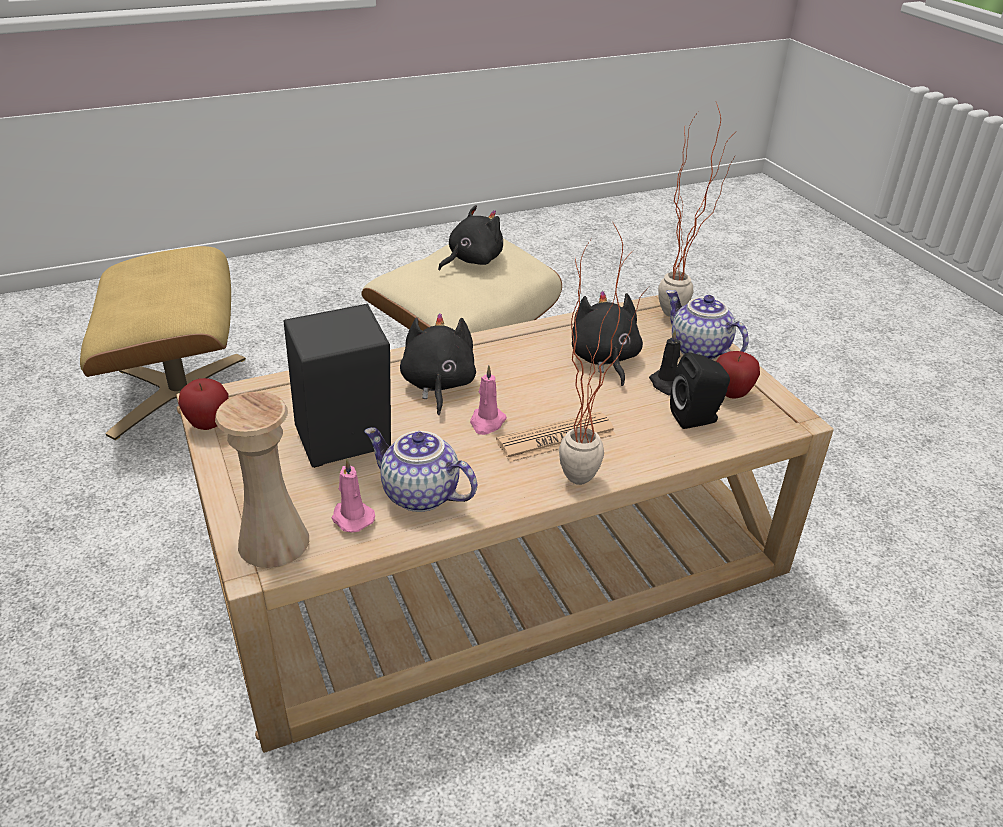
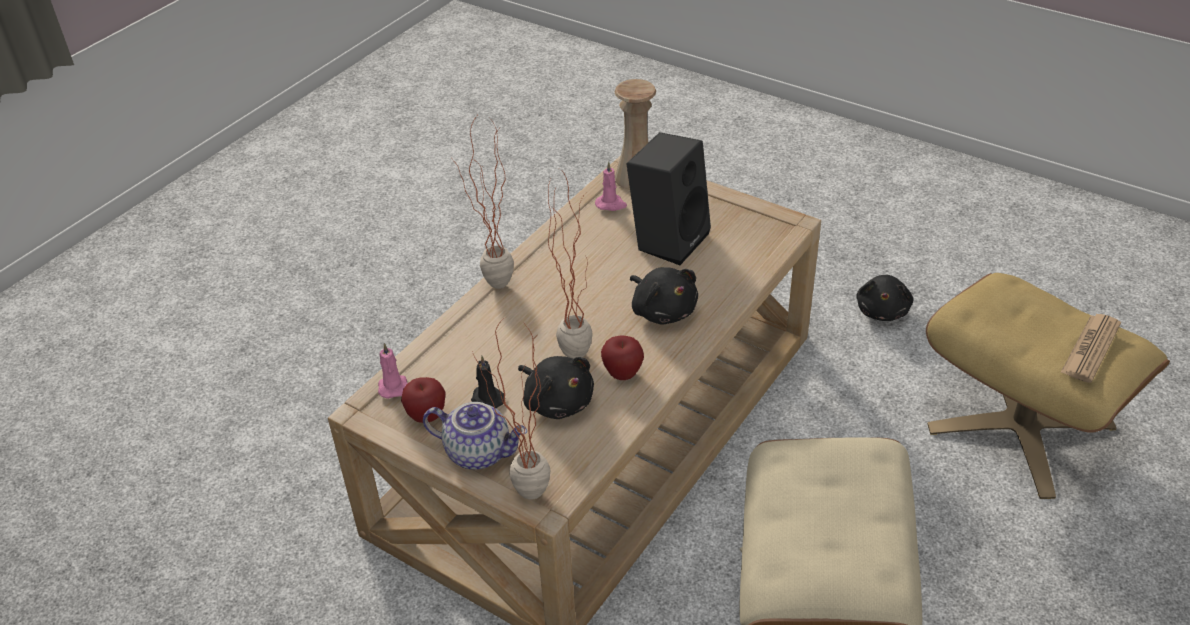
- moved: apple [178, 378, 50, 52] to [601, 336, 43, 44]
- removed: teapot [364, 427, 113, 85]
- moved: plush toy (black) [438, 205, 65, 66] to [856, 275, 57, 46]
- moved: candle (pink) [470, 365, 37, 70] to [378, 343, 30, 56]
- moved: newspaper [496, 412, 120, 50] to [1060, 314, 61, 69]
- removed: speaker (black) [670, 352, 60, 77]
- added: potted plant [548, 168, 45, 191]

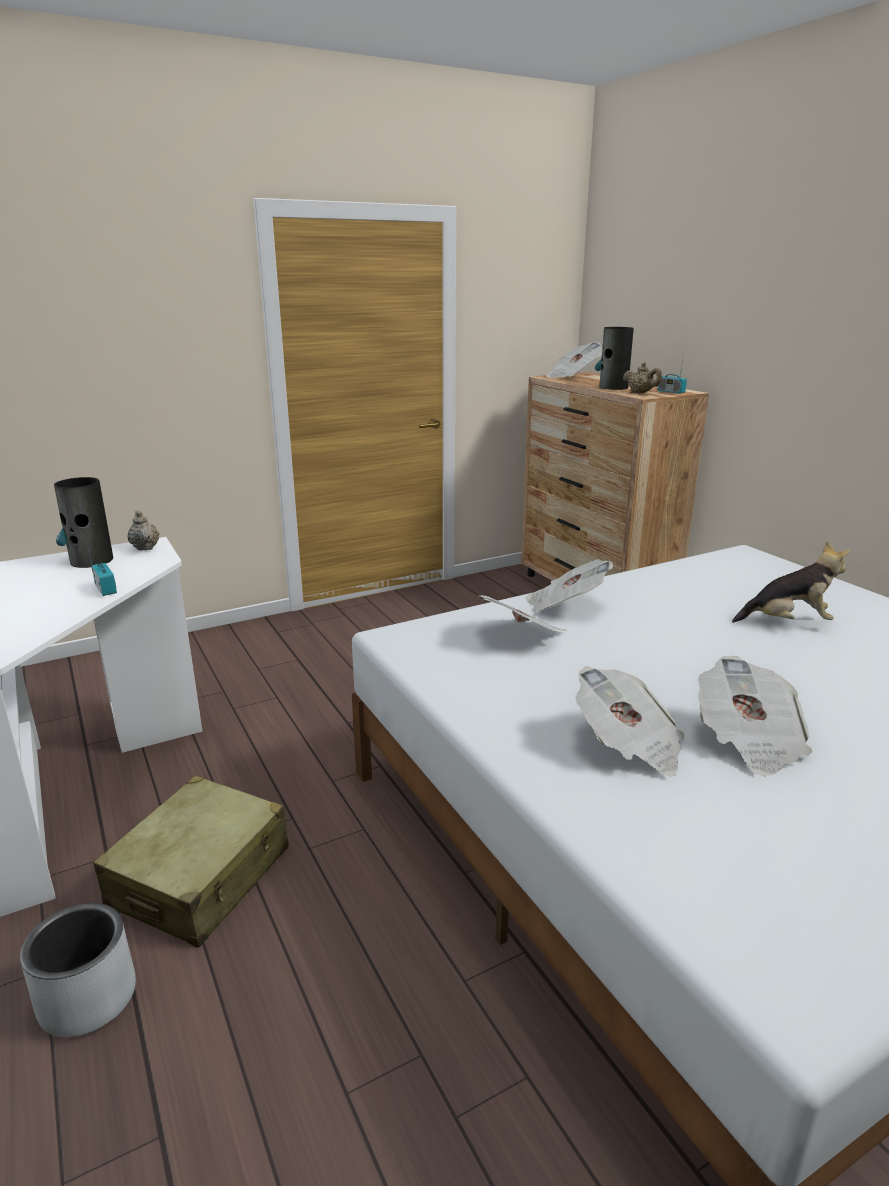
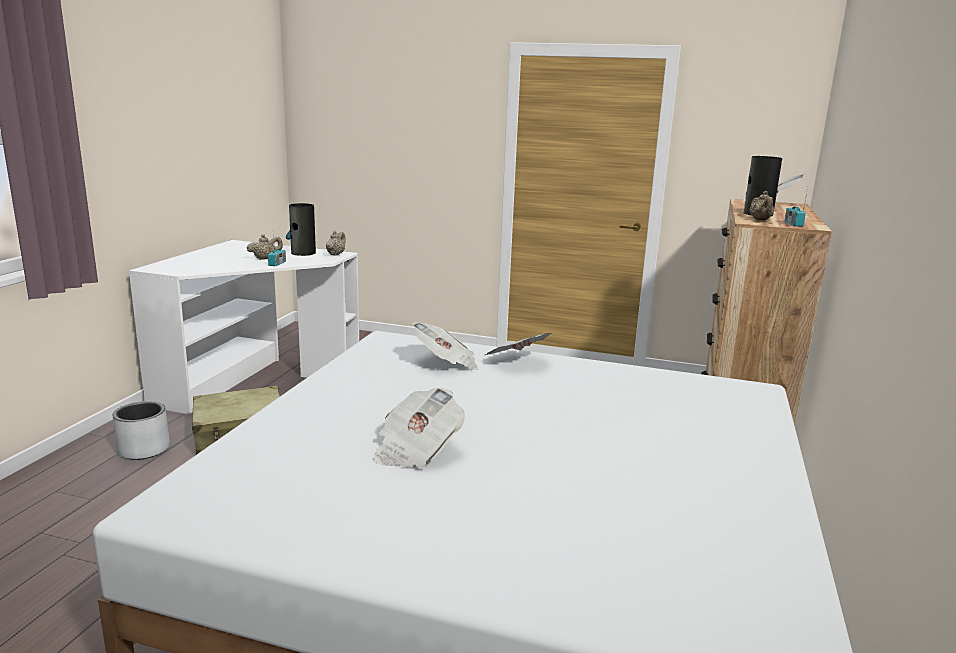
- removed: newspaper [575, 667, 110, 109]
- removed: plush toy [732, 541, 118, 82]
- added: teapot (beige) [247, 234, 36, 26]

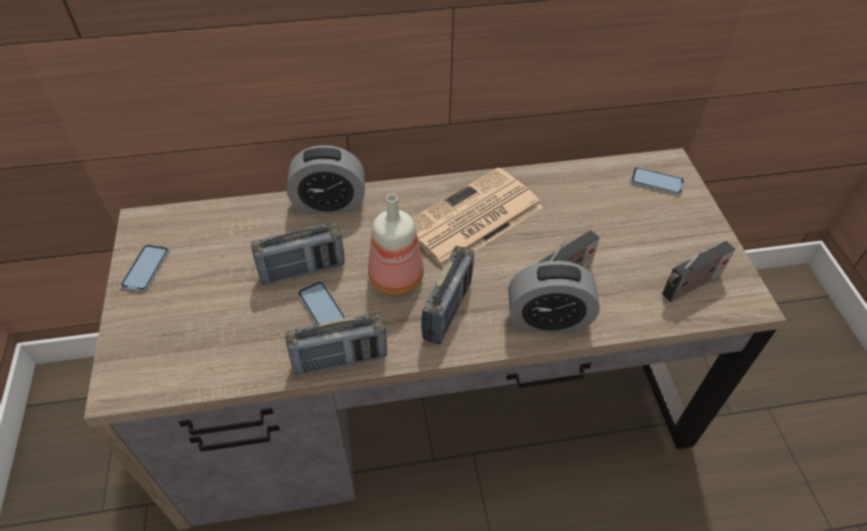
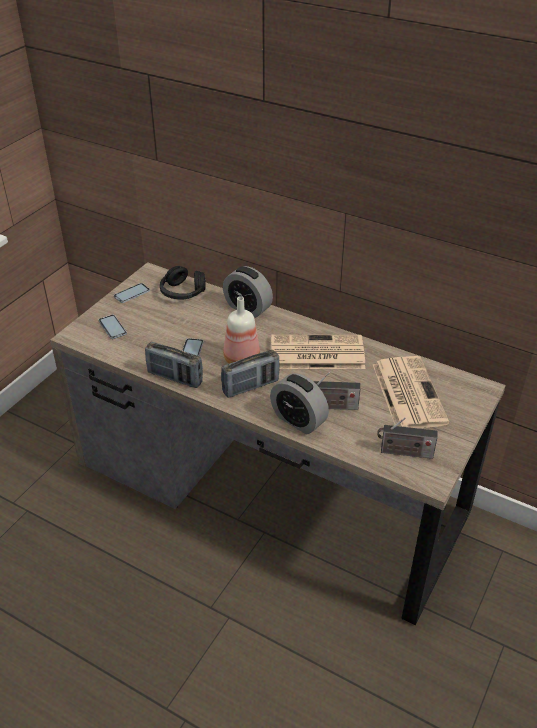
- removed: radio [251, 222, 94, 63]
- moved: phone [630, 167, 54, 28] to [99, 315, 28, 24]
- added: headphones (black) [160, 266, 46, 34]
- added: newspaper [373, 356, 76, 73]

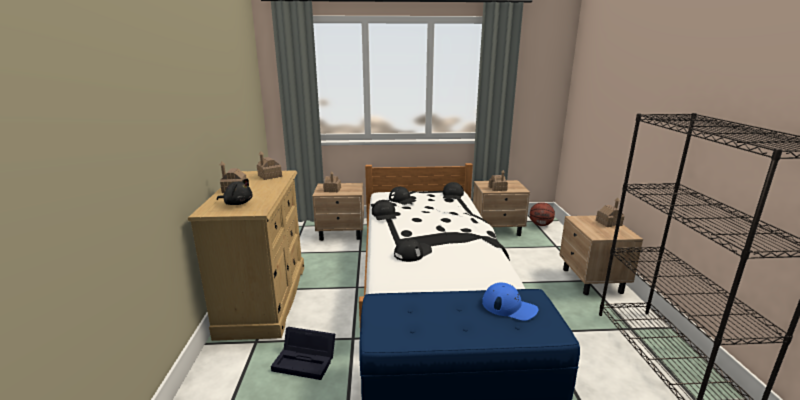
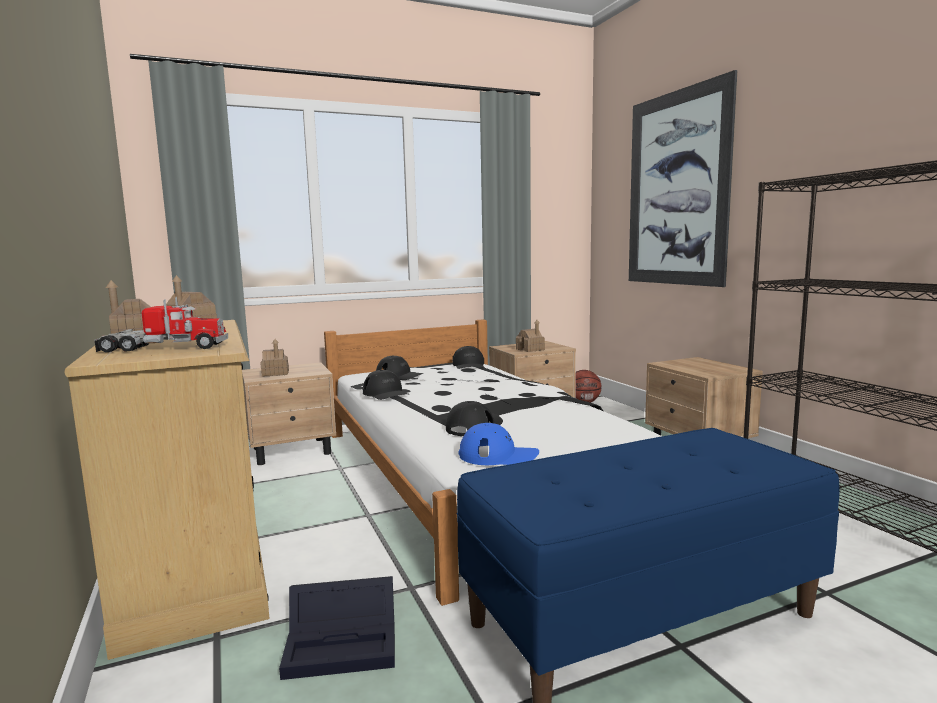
- replaced: plush toy (black) [217, 179, 36, 26] to toy truck [94, 297, 134, 55]
- moved: cap (blue) [482, 282, 56, 39] to [459, 423, 80, 42]
- removed: toy house [596, 198, 28, 29]
- added: picture [629, 70, 108, 217]

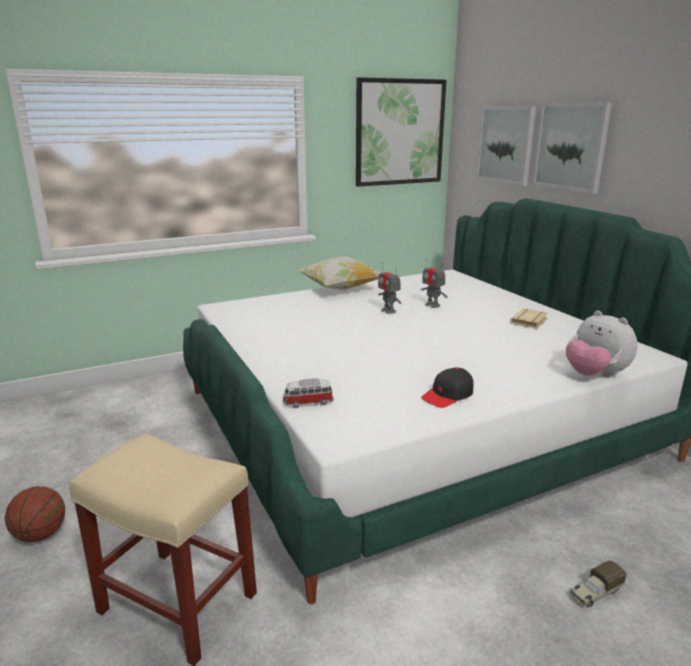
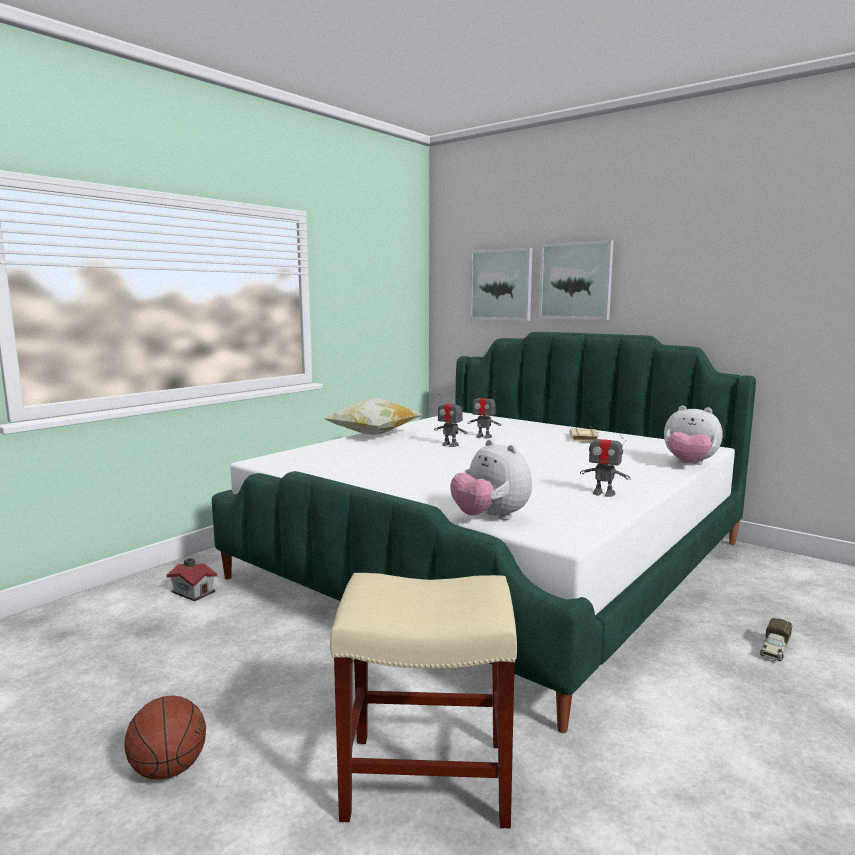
- replaced: toy car [283, 378, 51, 30] to plush toy [450, 439, 82, 81]
- removed: picture [356, 77, 90, 110]
- replaced: cap (black) [421, 368, 53, 40] to toy robot [580, 426, 51, 71]
- added: toy house [167, 558, 51, 43]

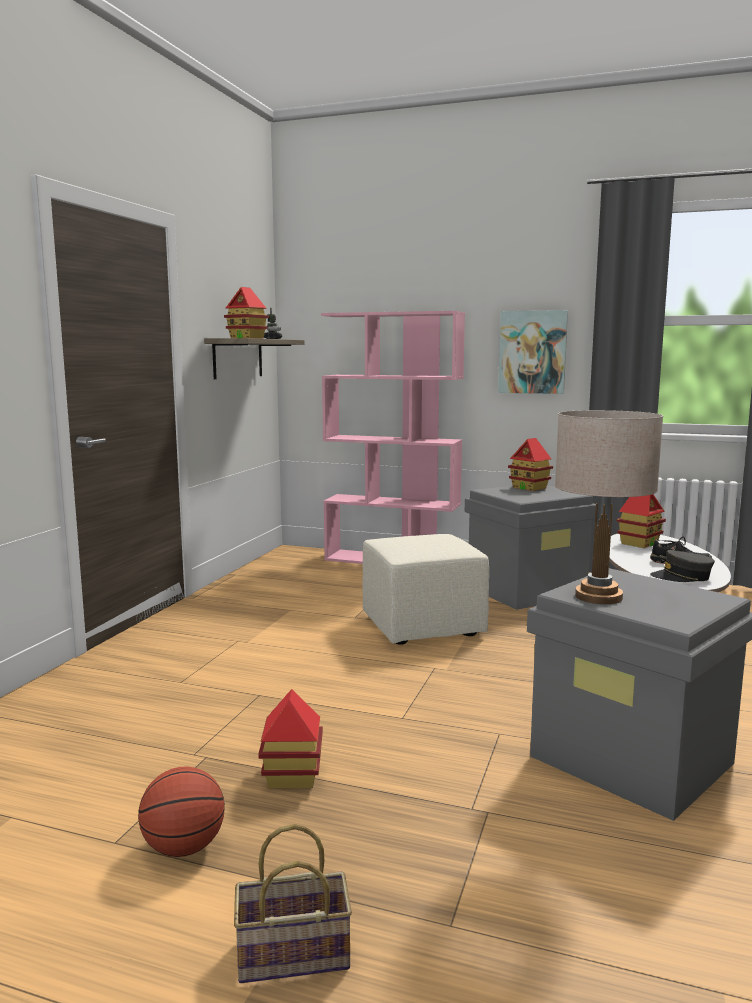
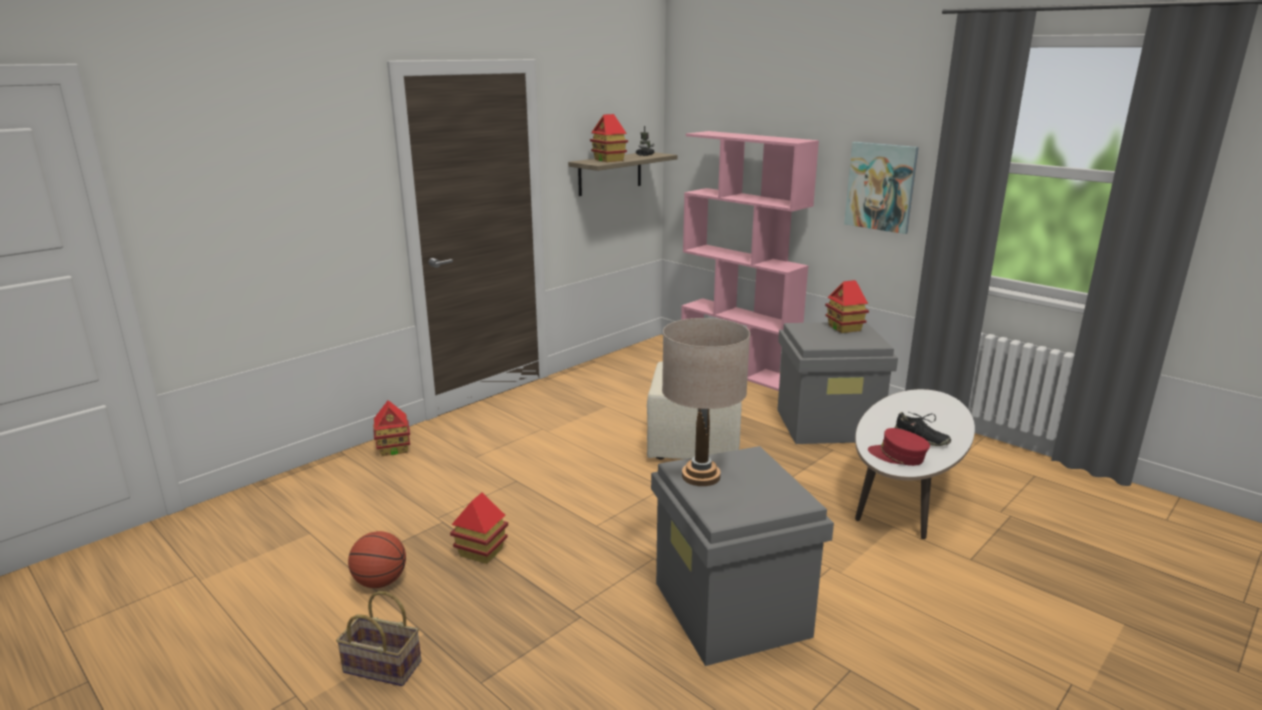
- moved: toy house [616, 494, 50, 54] to [373, 400, 37, 56]
- recoloured: cap (grey) [650, 550, 65, 32] to cap (red) [868, 428, 62, 38]

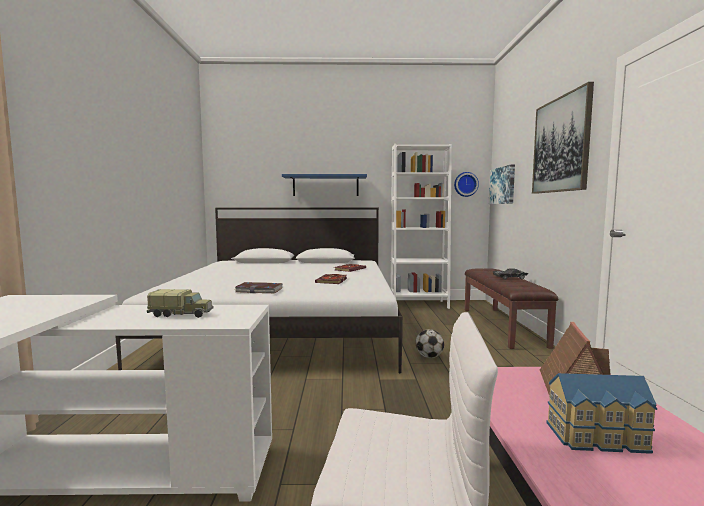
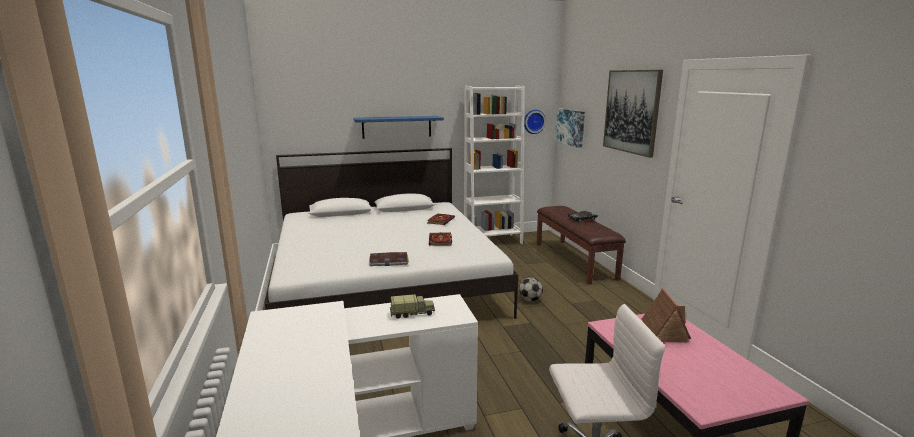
- removed: toy house [546, 373, 111, 81]

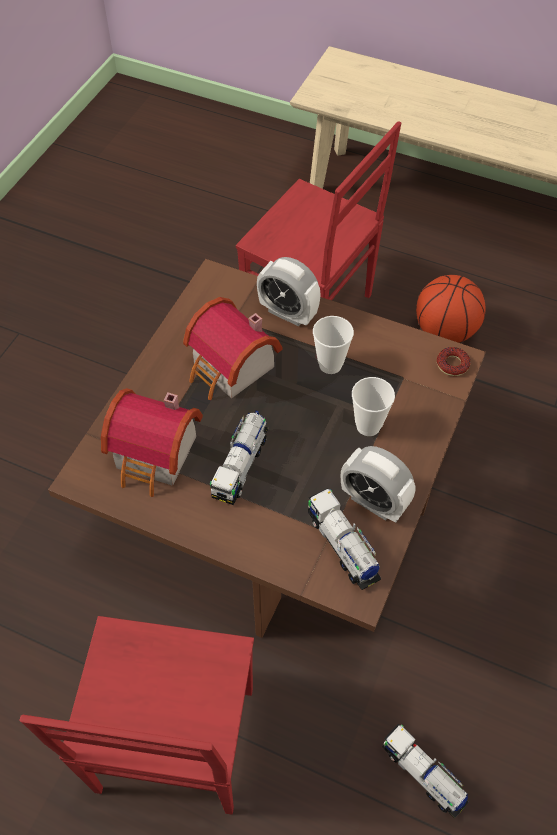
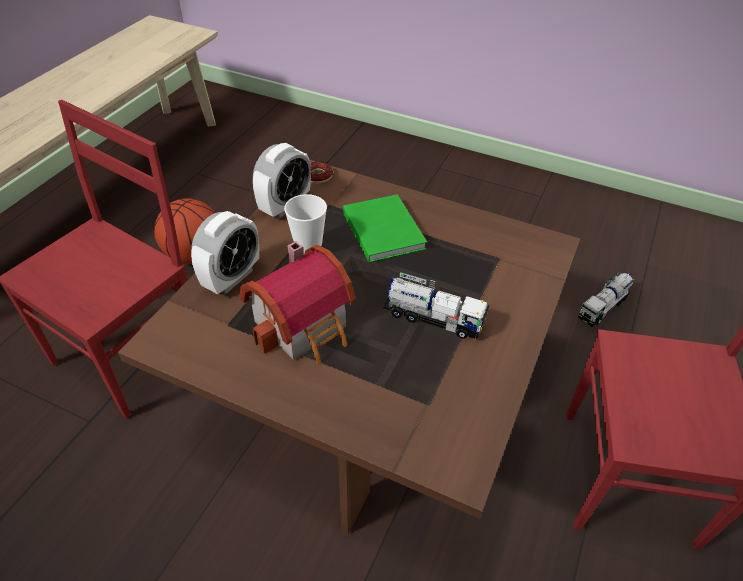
- removed: toy house [101, 388, 102, 109]
- removed: toy truck [308, 488, 74, 102]
- moved: alarm clock [341, 446, 74, 77] to [253, 143, 58, 75]
- replaced: cup [352, 377, 43, 59] to book (green) [343, 195, 84, 68]

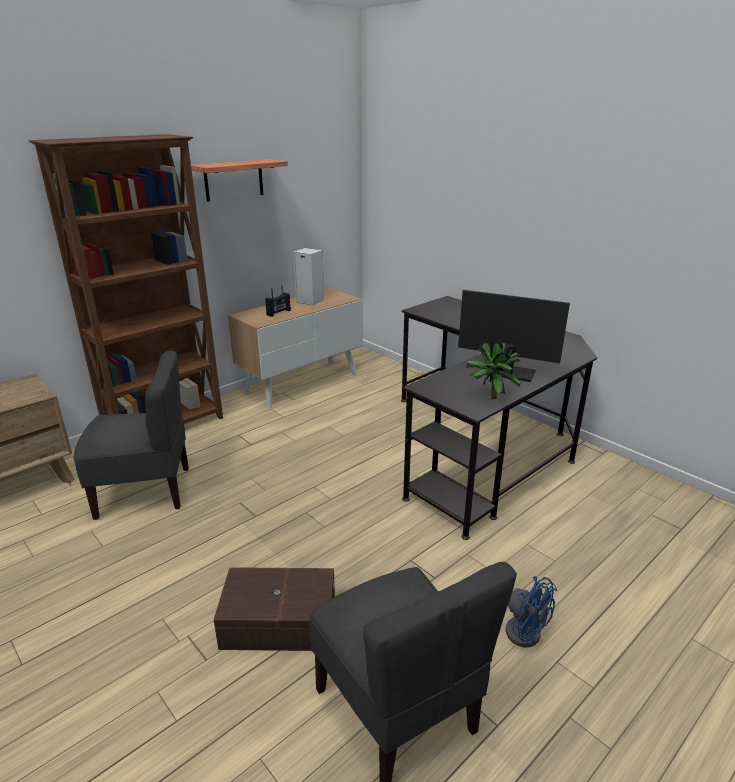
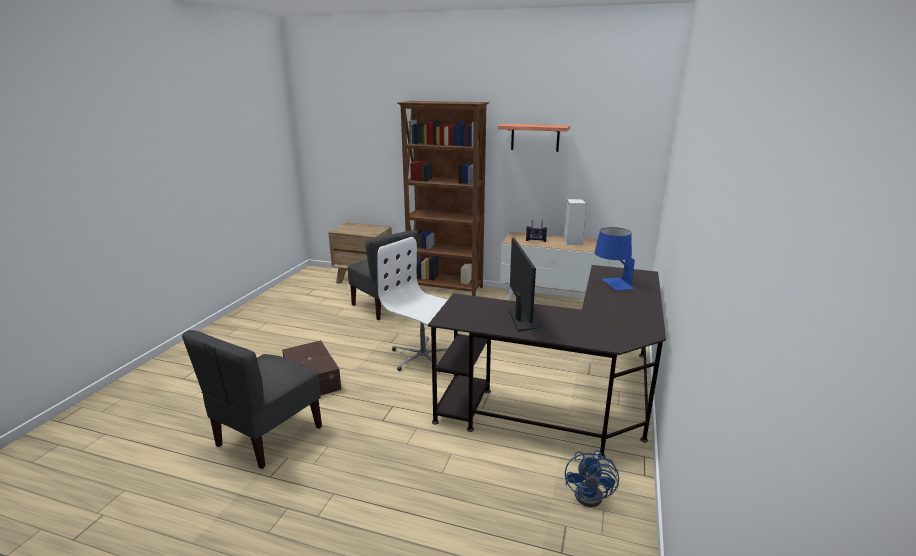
- removed: potted plant [466, 342, 56, 57]
- moved: fan (blue) [506, 576, 51, 71] to [565, 450, 54, 57]
- added: office chair (white) [377, 237, 71, 136]
- added: table lamp (blue) [594, 227, 41, 63]

